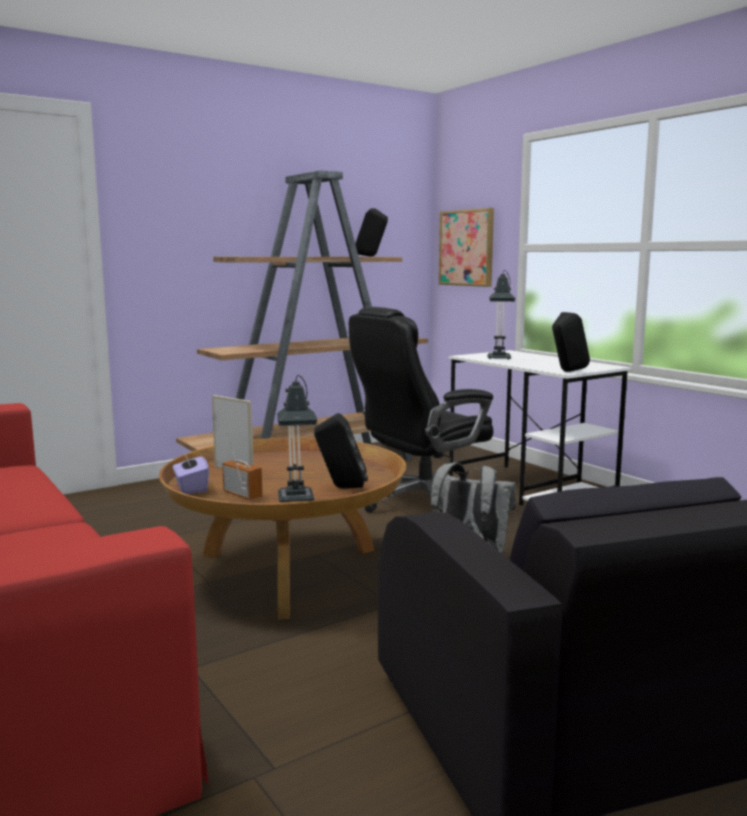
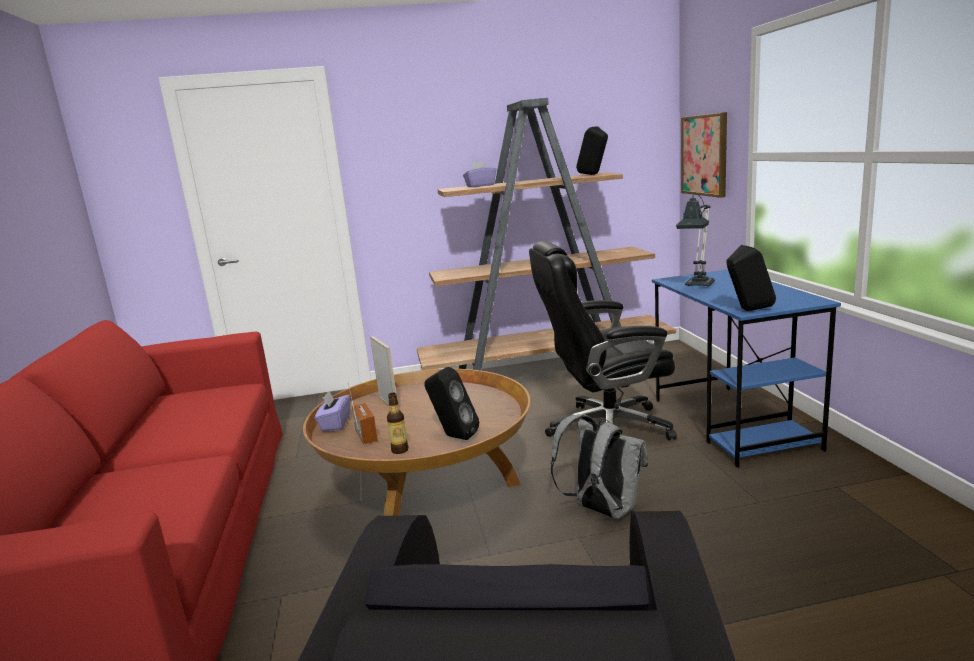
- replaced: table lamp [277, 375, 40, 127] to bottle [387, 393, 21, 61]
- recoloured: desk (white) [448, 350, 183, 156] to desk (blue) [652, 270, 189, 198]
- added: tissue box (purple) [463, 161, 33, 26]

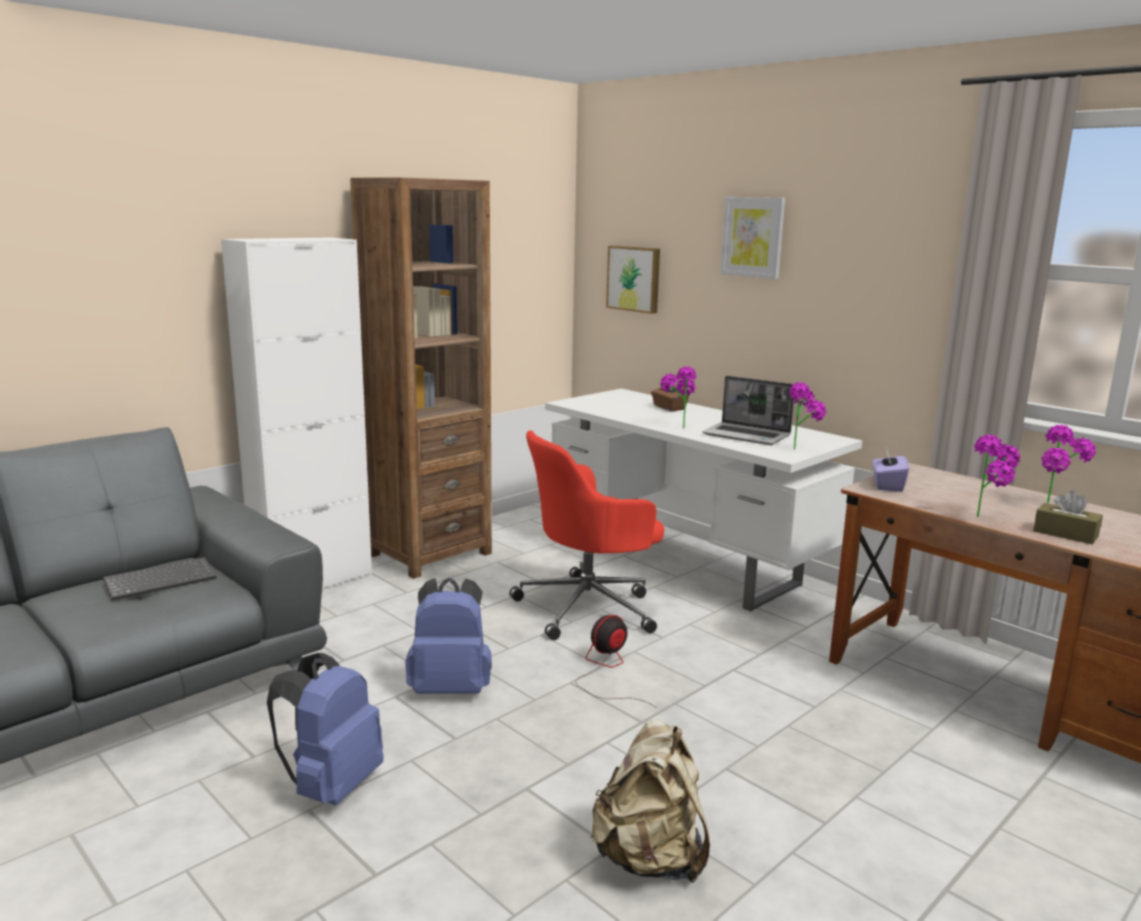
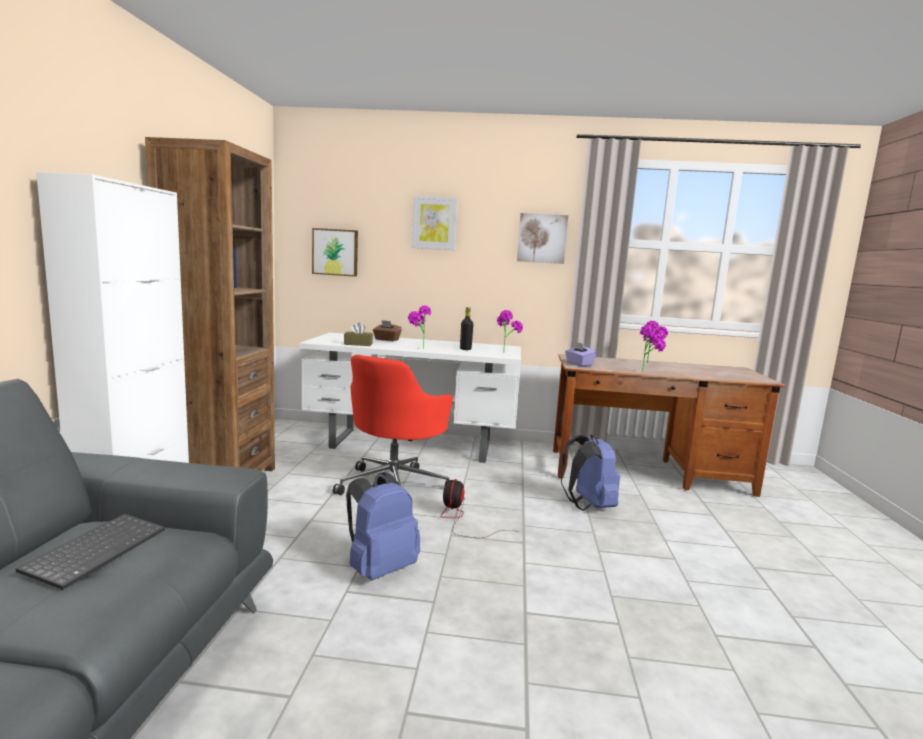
- moved: backpack (blue) [267, 653, 117, 152] to [561, 435, 59, 76]
- removed: backpack (beige) [591, 719, 119, 164]
- replaced: laptop [702, 376, 92, 69] to bottle (black) [460, 307, 13, 43]
- moved: tissue box (brown) [1033, 491, 70, 53] to [344, 322, 29, 24]
- added: picture [517, 213, 51, 51]

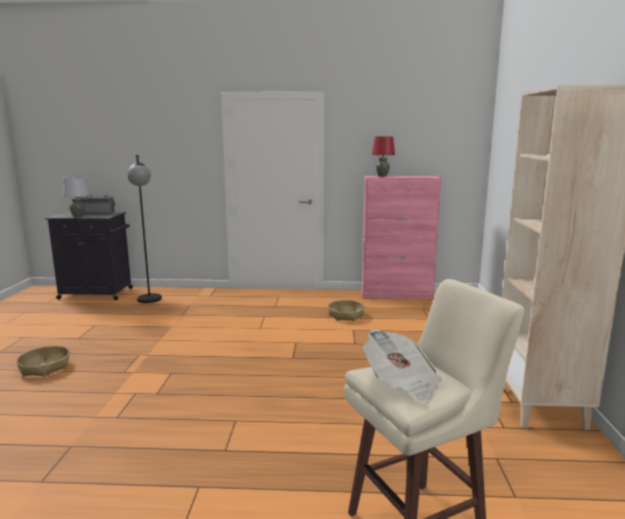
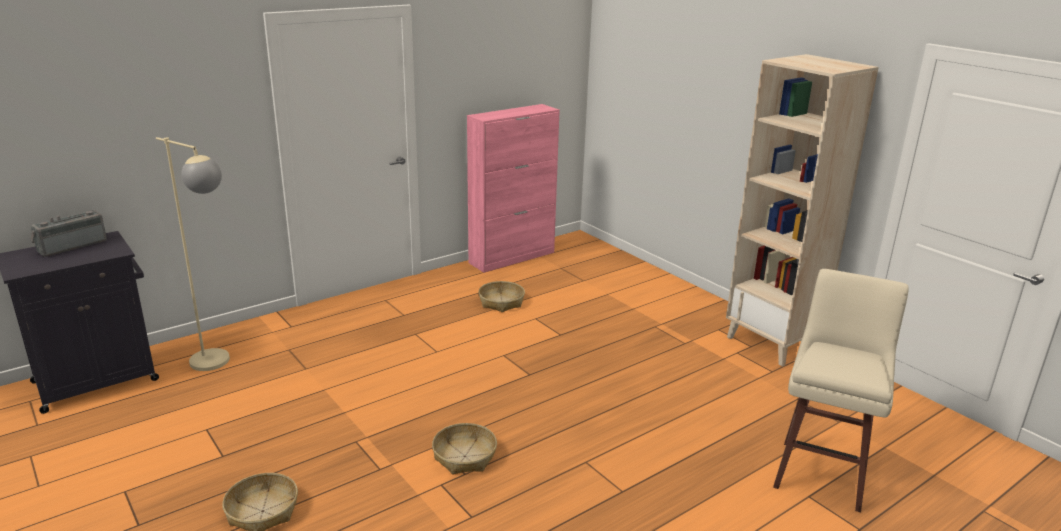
- removed: table lamp (grey) [63, 177, 26, 41]
- recoloured: floor lamp (black) [127, 155, 35, 148] to floor lamp (beige) [156, 137, 74, 234]
- removed: newspaper [363, 329, 79, 75]
- removed: table lamp (red) [372, 137, 23, 40]
- added: basket [432, 423, 65, 52]

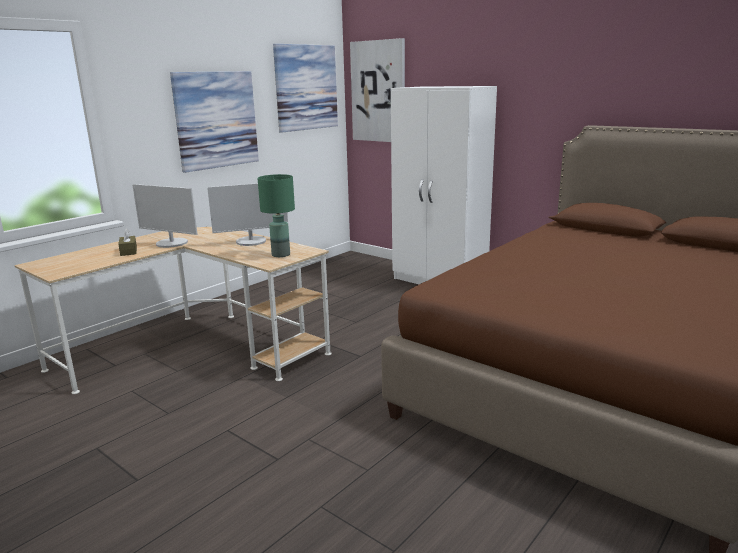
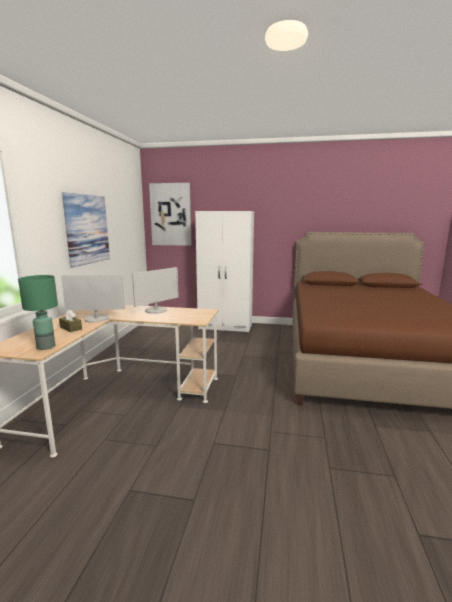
- moved: table lamp (green) [257, 174, 38, 83] to [18, 275, 40, 75]
- removed: picture [273, 44, 65, 89]

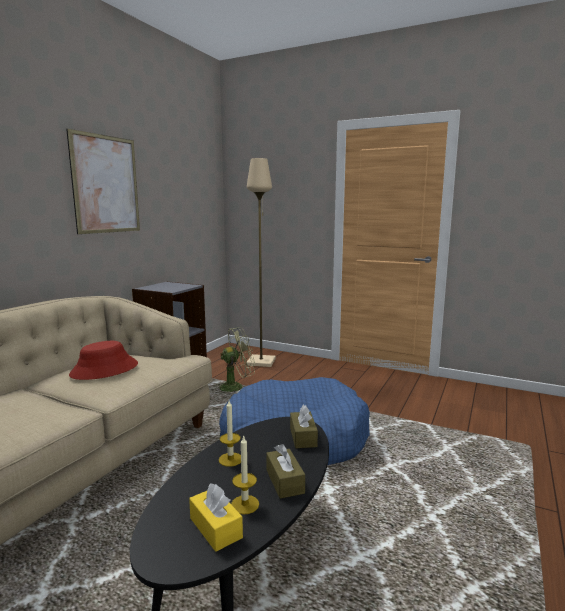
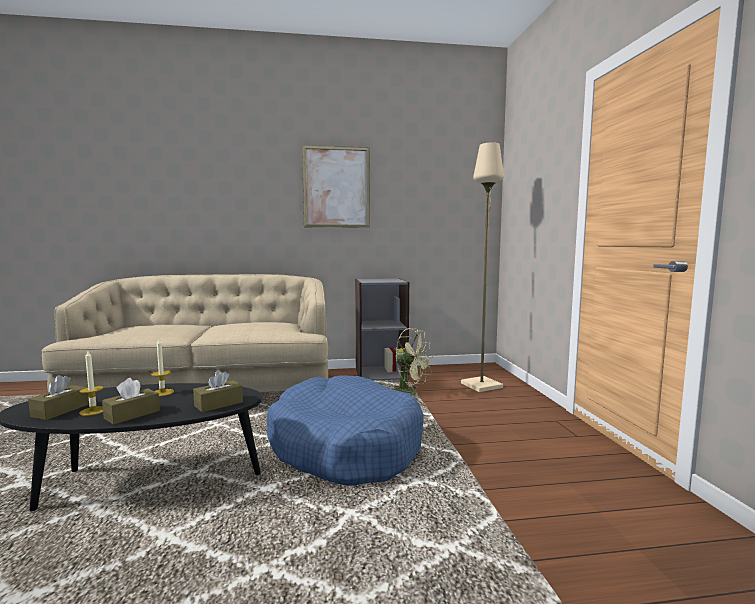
- removed: hat (red) [69, 341, 69, 39]
- recoloured: tissue box (yellow) [189, 483, 54, 69] to tissue box (brown) [28, 375, 61, 45]

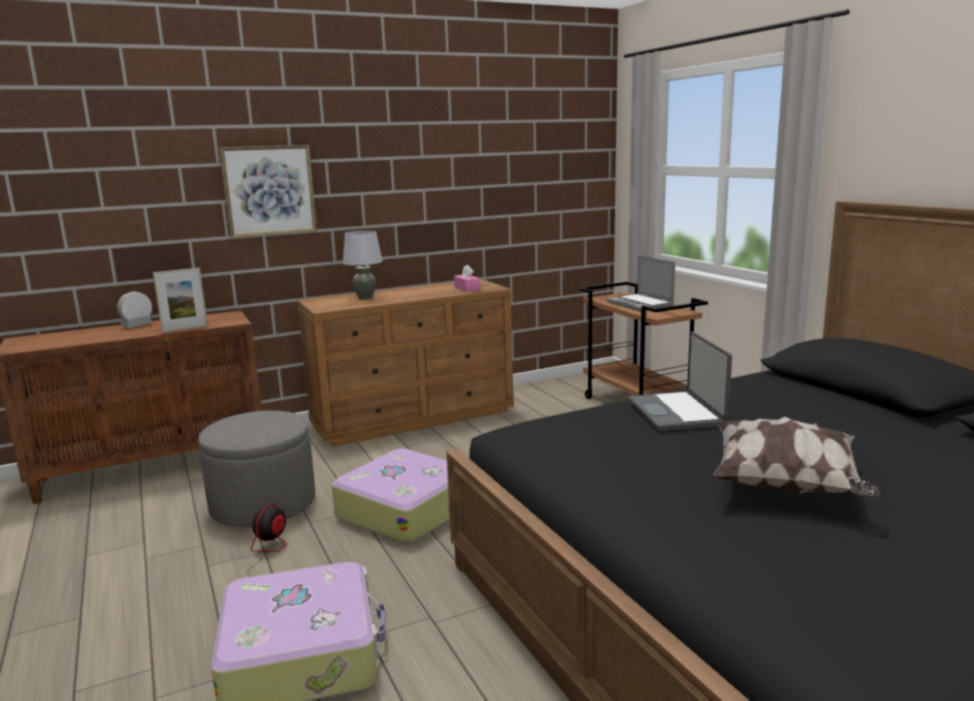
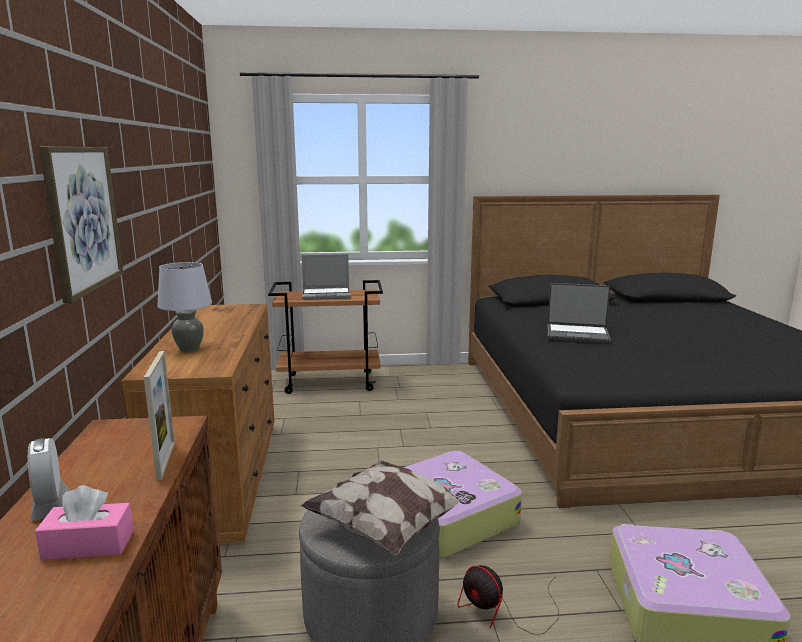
- moved: tissue box (pink) [454, 265, 26, 27] to [35, 485, 99, 75]
- moved: pillow [713, 417, 167, 79] to [300, 459, 176, 96]

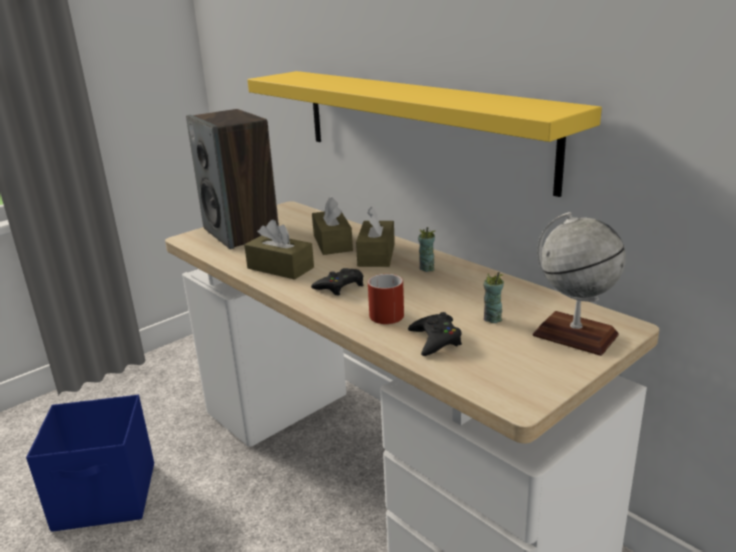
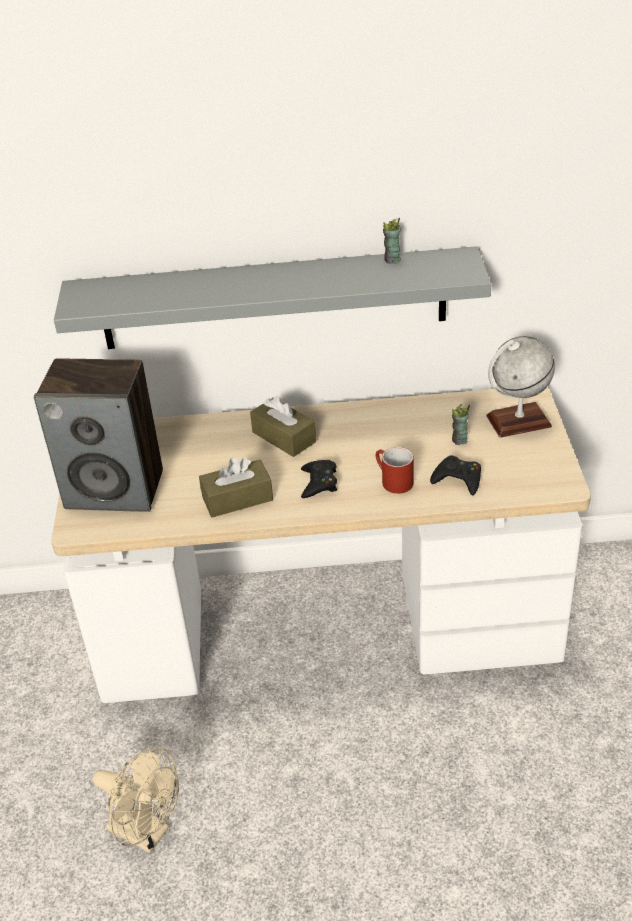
- replaced: storage box (blue) [26, 395, 128, 137] to fan (beige) [93, 746, 86, 107]
- recoloured: shelf (yellow) [247, 71, 355, 126] to shelf (grey) [54, 246, 437, 103]
- removed: tissue box (brown) [312, 197, 41, 58]
- moved: cup [418, 227, 17, 45] to [383, 218, 18, 46]

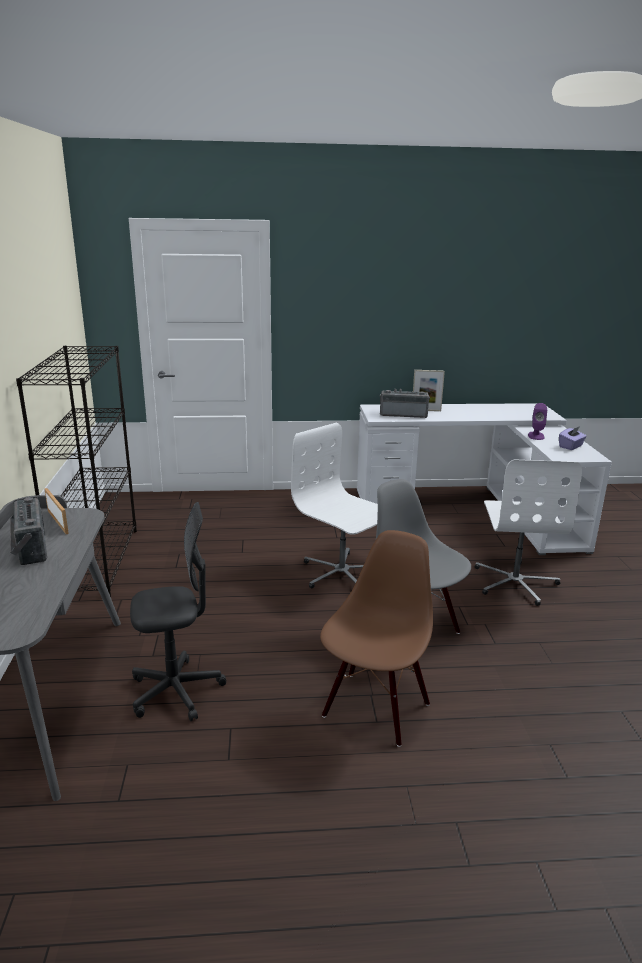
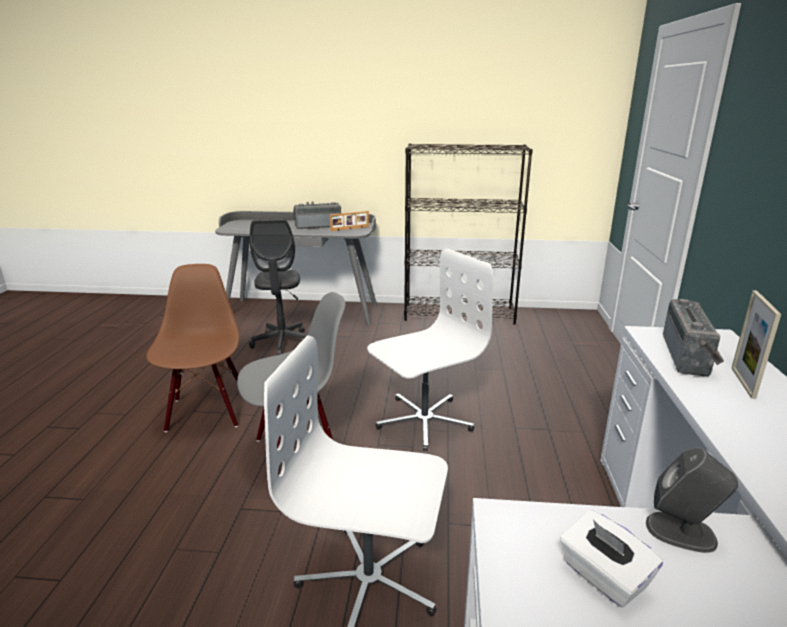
- turned: chair (brown) [320, 530, 113, 217] = [146, 264, 93, 168] 135 degrees counterclockwise
- recoloured: speaker (purple) [528, 403, 19, 37] to speaker (grey) [646, 447, 92, 106]
- recoloured: tissue box (purple) [559, 426, 27, 24] to tissue box (white) [560, 510, 103, 97]

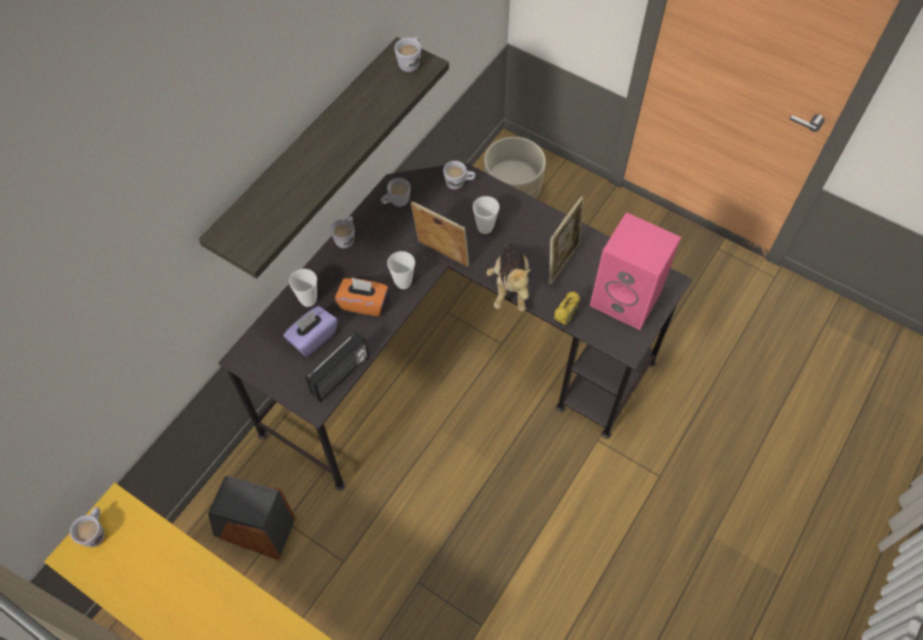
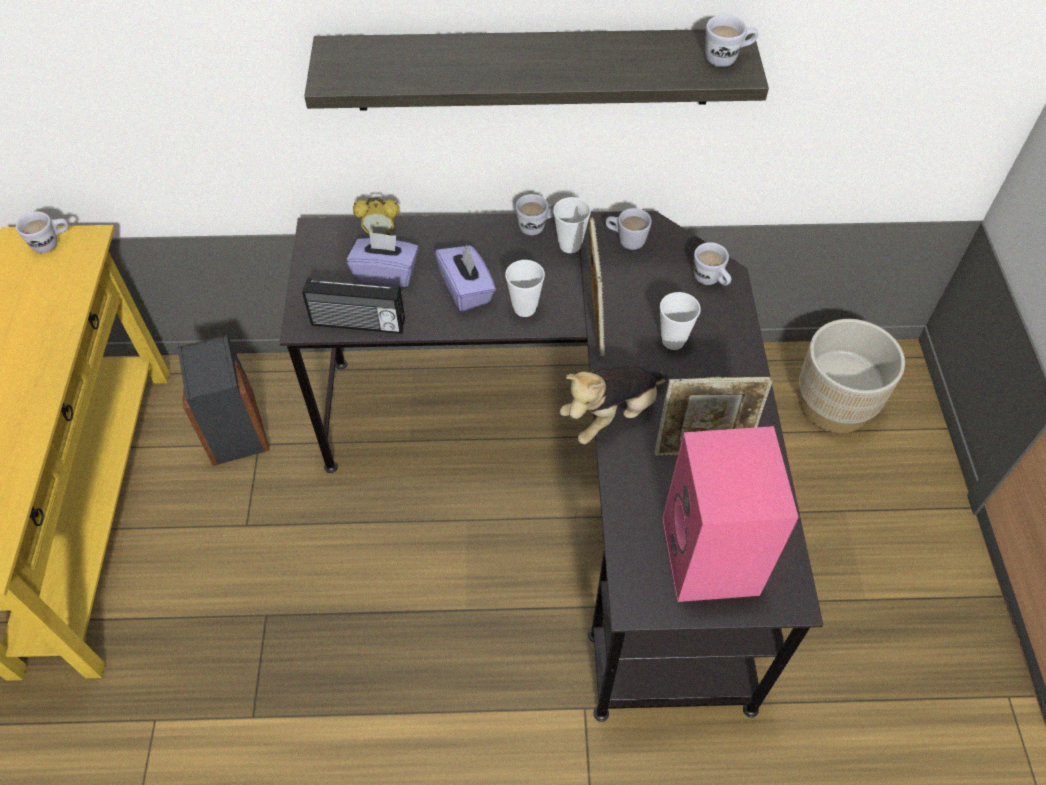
- moved: cup [289, 269, 28, 38] to [553, 197, 38, 56]
- recoloured: tissue box (orange) [335, 278, 53, 38] to tissue box (purple) [435, 244, 61, 68]
- moved: alarm clock [554, 292, 26, 34] to [353, 197, 47, 38]

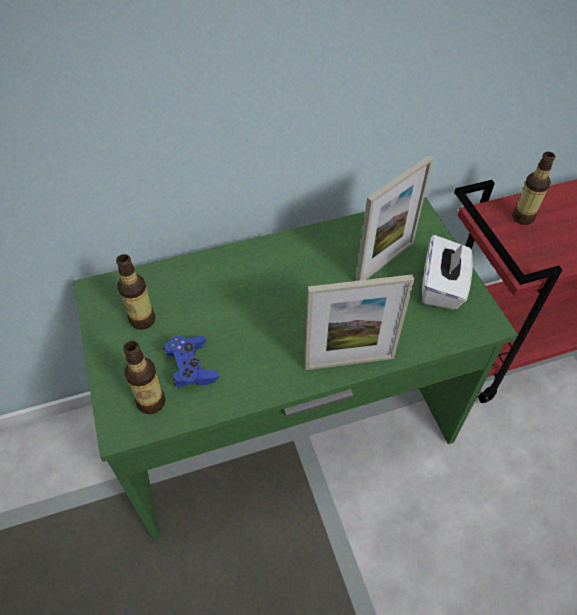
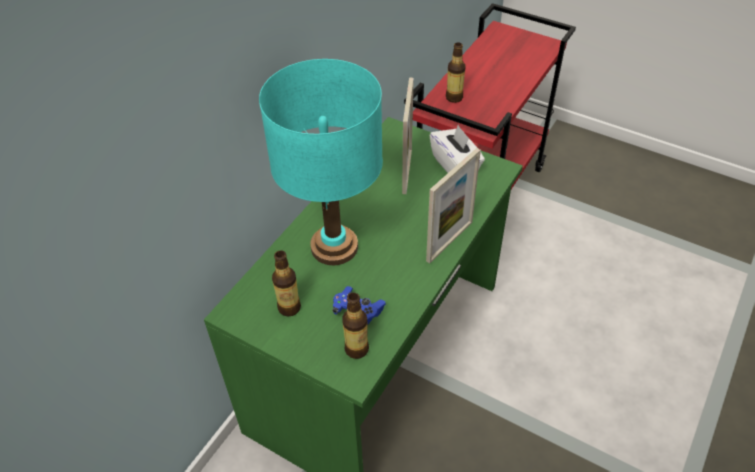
- added: table lamp (turquoise) [259, 59, 124, 206]

